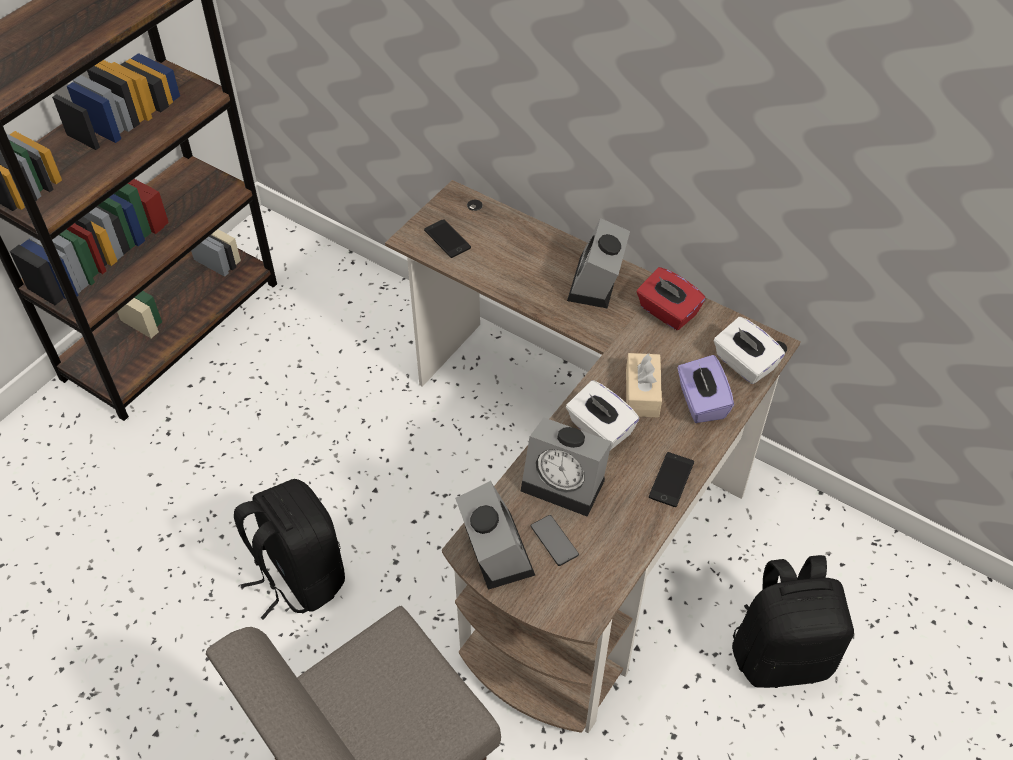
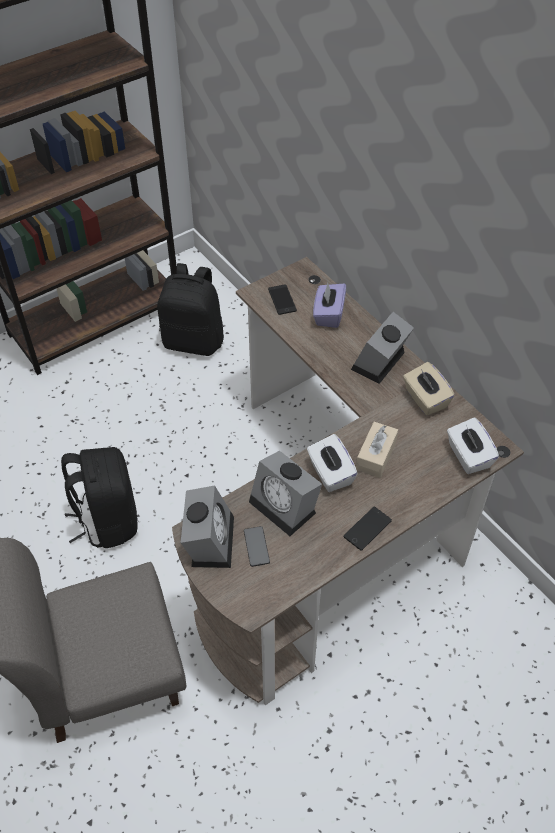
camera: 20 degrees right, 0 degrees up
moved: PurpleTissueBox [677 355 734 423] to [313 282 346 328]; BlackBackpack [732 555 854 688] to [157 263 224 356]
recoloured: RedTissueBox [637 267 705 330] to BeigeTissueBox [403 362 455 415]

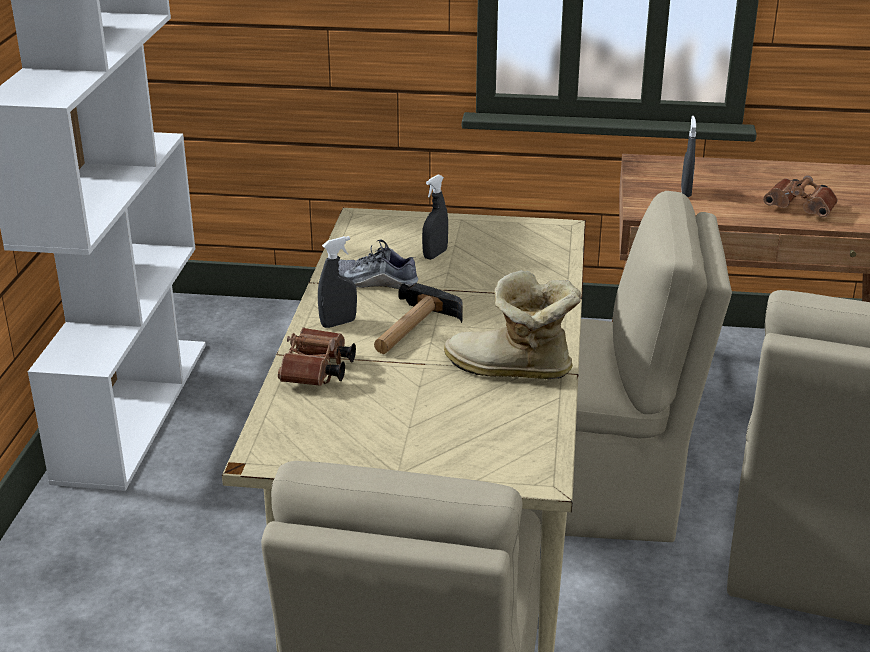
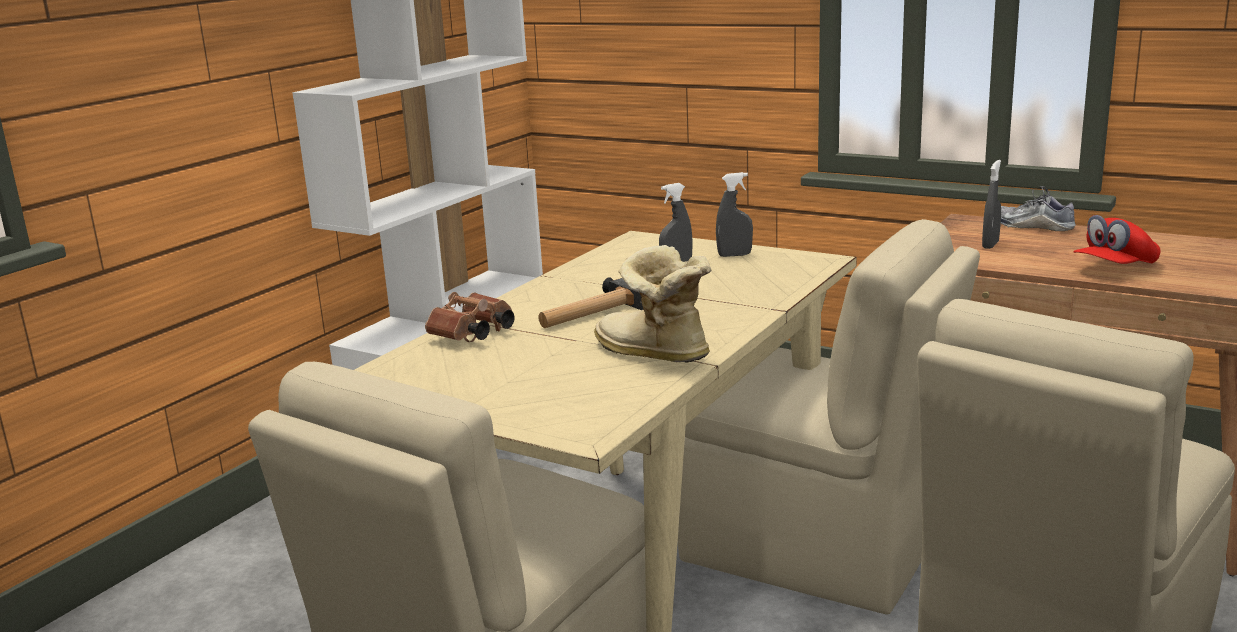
camera: 25 degrees right, 10 degrees down
moved: GreySprayBottle [318 236 357 328] to [716 172 753 257]; Shoe [338 239 418 289] to [1001 186 1078 231]
replaced: BrownBinoculars [763 175 837 217] to RedCap [1073 215 1160 264]

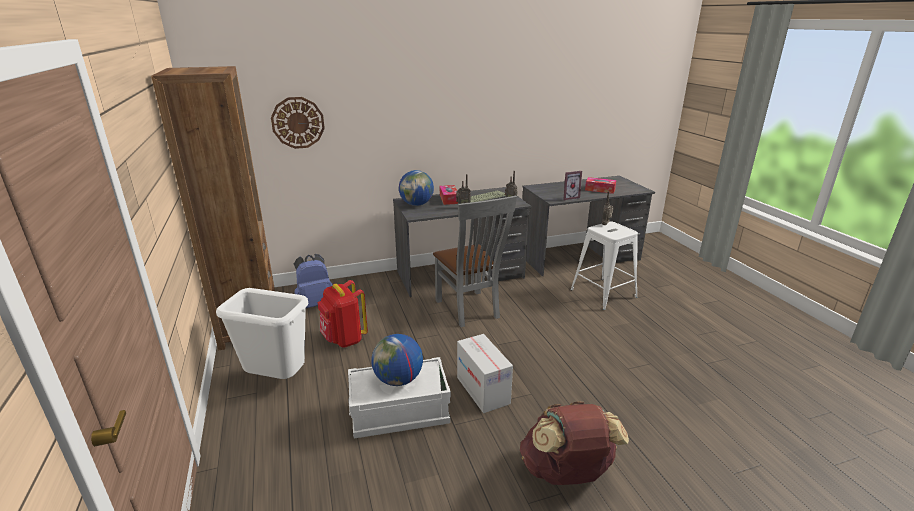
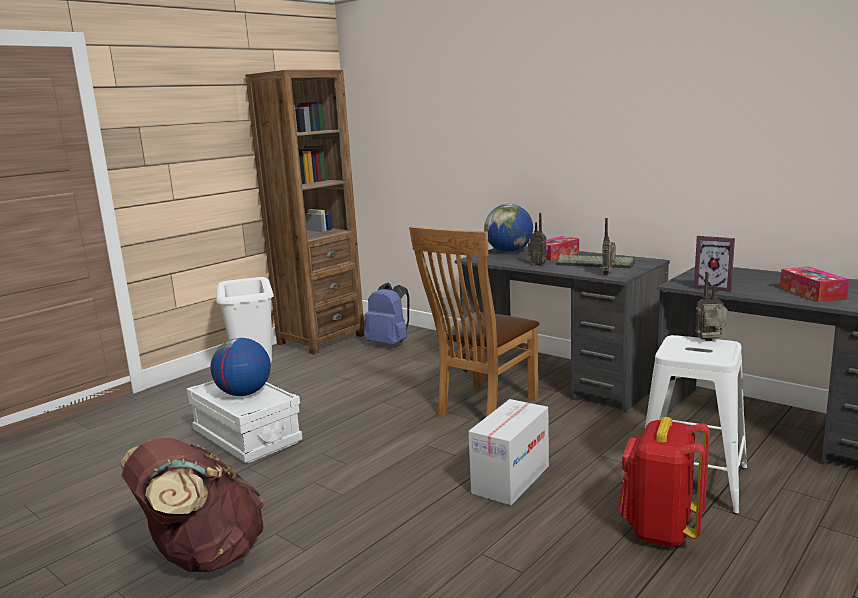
camera: 60 degrees right, 10 degrees down
removed: WallClock [271 97 325 149]
moved: RedBackpack [318 280 368 348] to [618 417 710 547]; CardboardBox [457 334 513 413] to [468 399 549 505]
recoloured: GreyChair [433 196 517 327] to BrownChair [409 227 540 417]

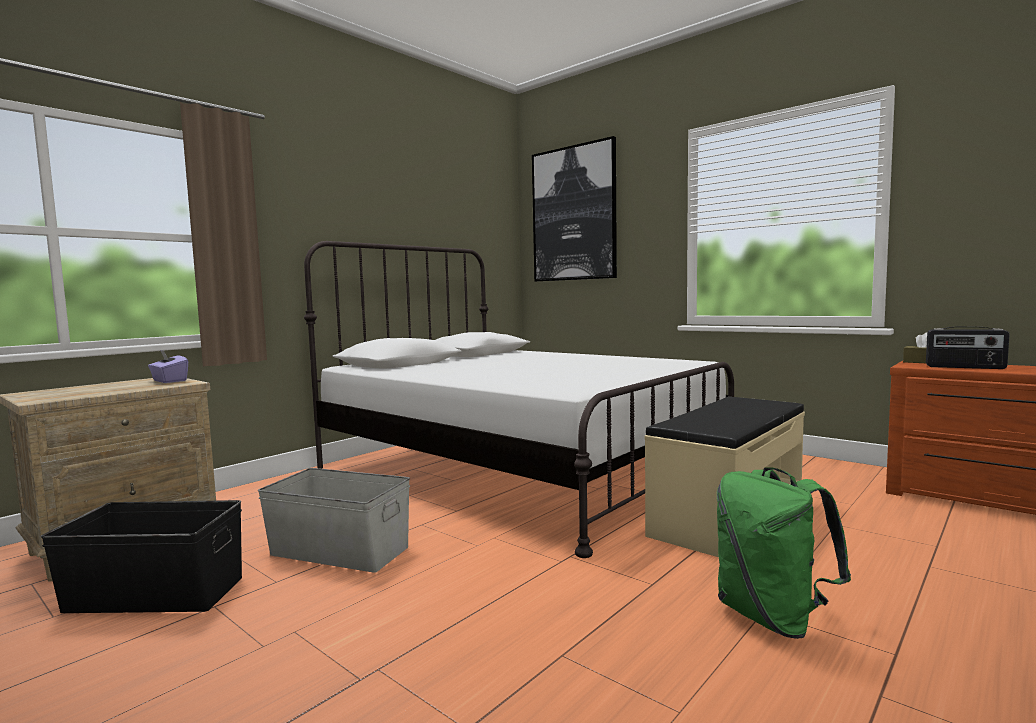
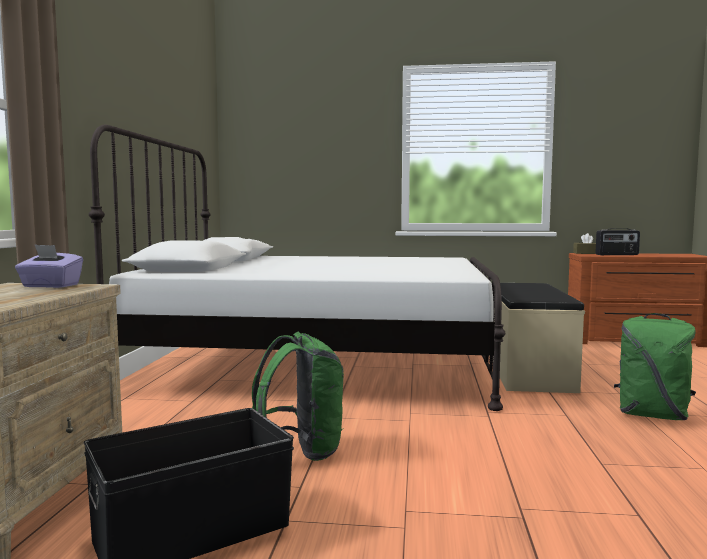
camera: 35 degrees left, 0 degrees up
removed: Picture [532 136 617 282]
replaced: GreyStorageBox [258 468 410 573] to GreenBackpack [252 332 344 461]

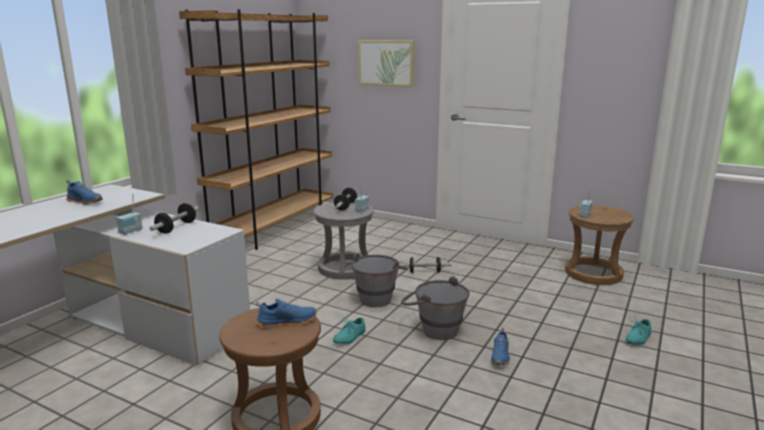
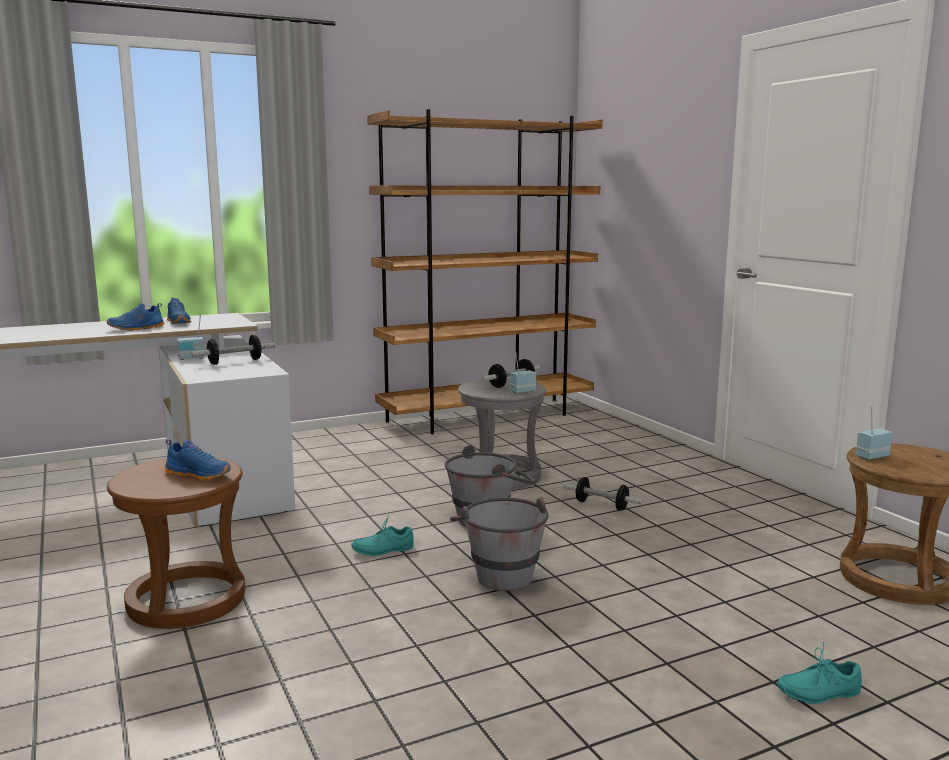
camera: 35 degrees right, 5 degrees down
removed: Picture [358 40 415 87]
moved: BlueShoe [491 328 510 366] to [107 303 164 331]

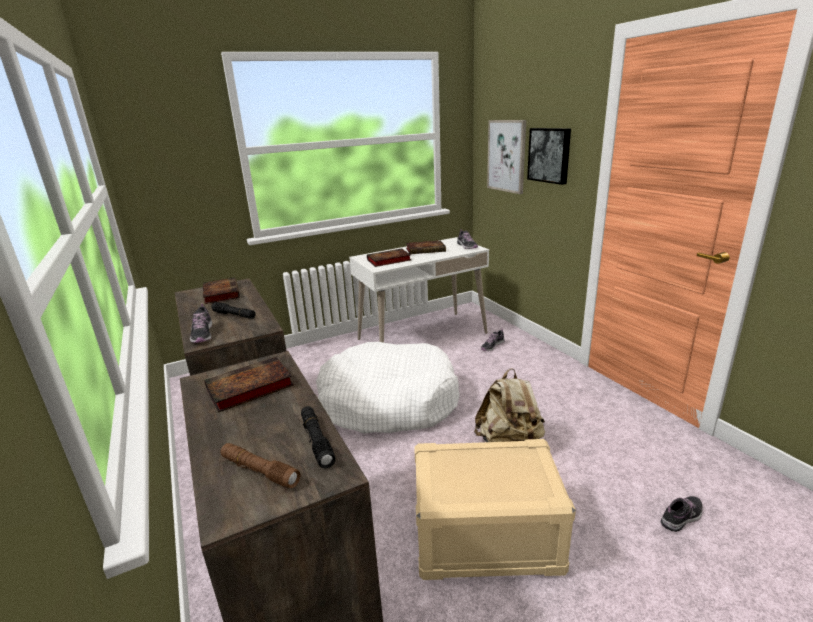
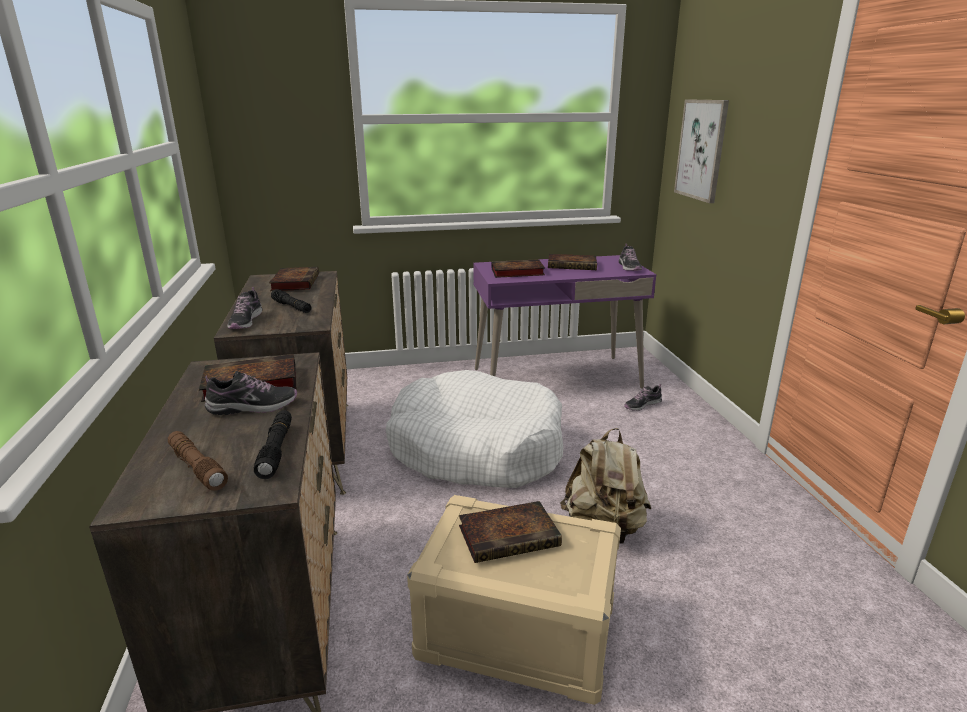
camera: 15 degrees right, 0 degrees up
removed: Picture [527 128 571 185]
added: Book [459 501 562 563]
moved: Shoe [661 496 703 532] to [205 371 297 415]
recoloured: WhiteDesk [349 237 489 343] to PurpleDesk [473 255 657 389]

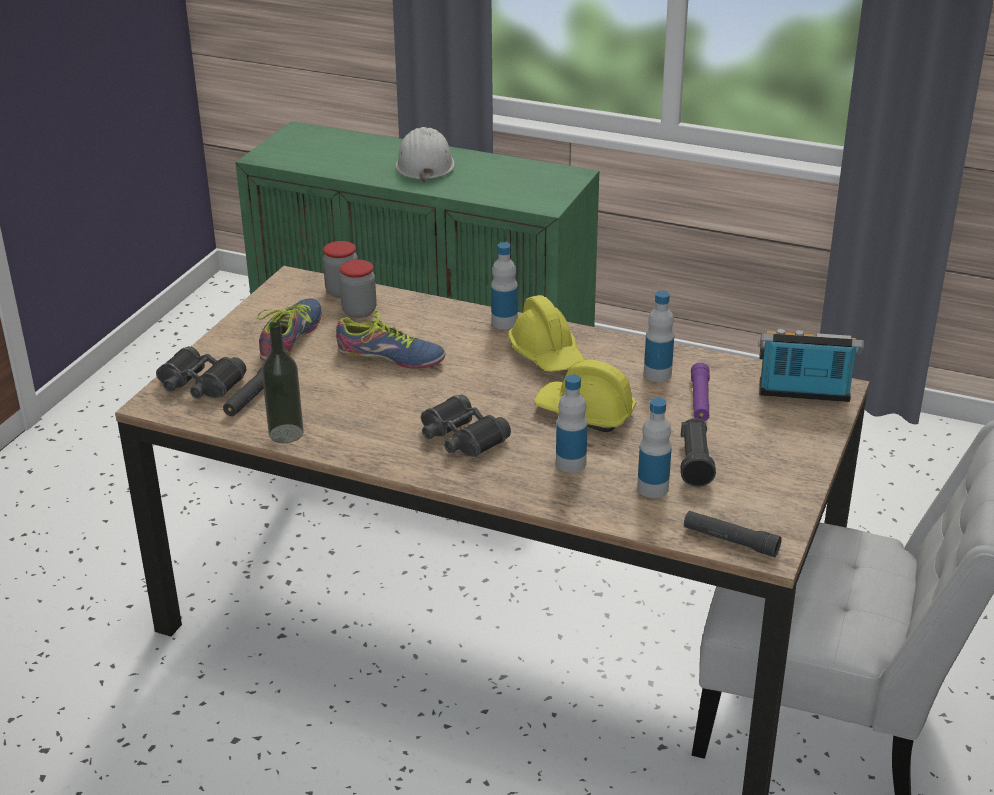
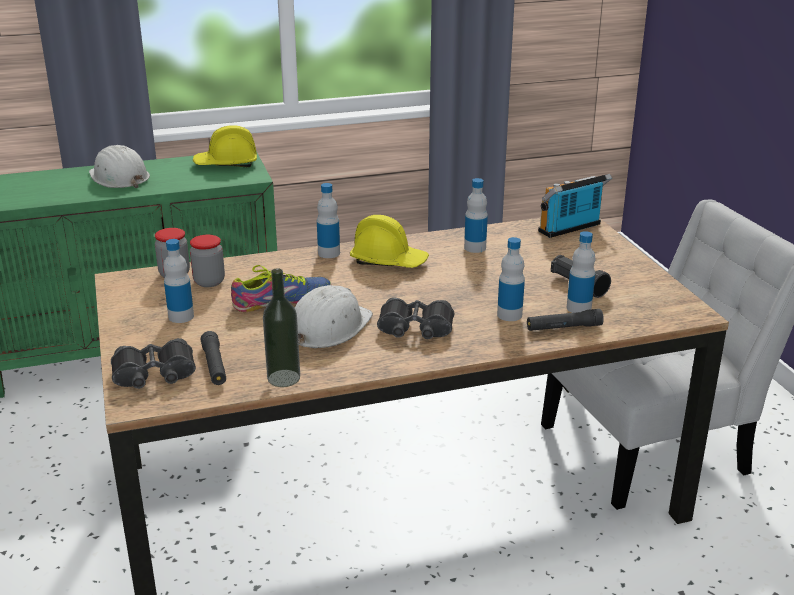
camera: 40 degrees left, 5 degrees down
removed: PurpleFlashlight [691 362 710 421]
added: WhiteHardHat [295 285 373 348]
moved: YellowHardHat [534 360 636 432] to [193 125 257 167]; BlackFlashlight [684 511 782 557] to [527 309 604 331]
replaced: Shoe [258 298 322 361] to Bottle [163 239 194 323]

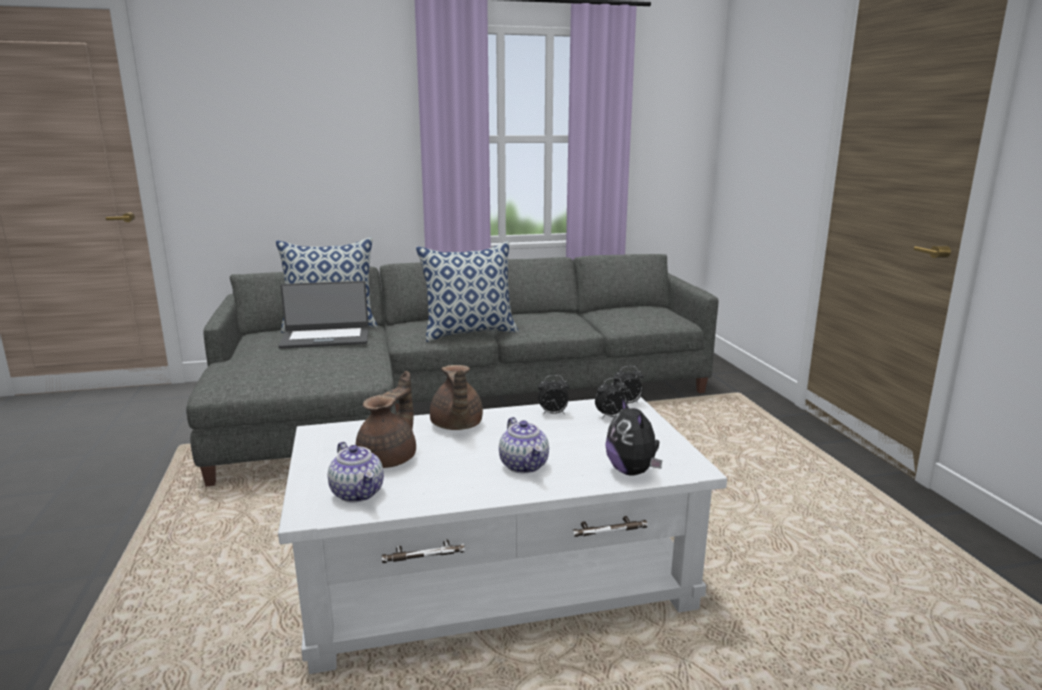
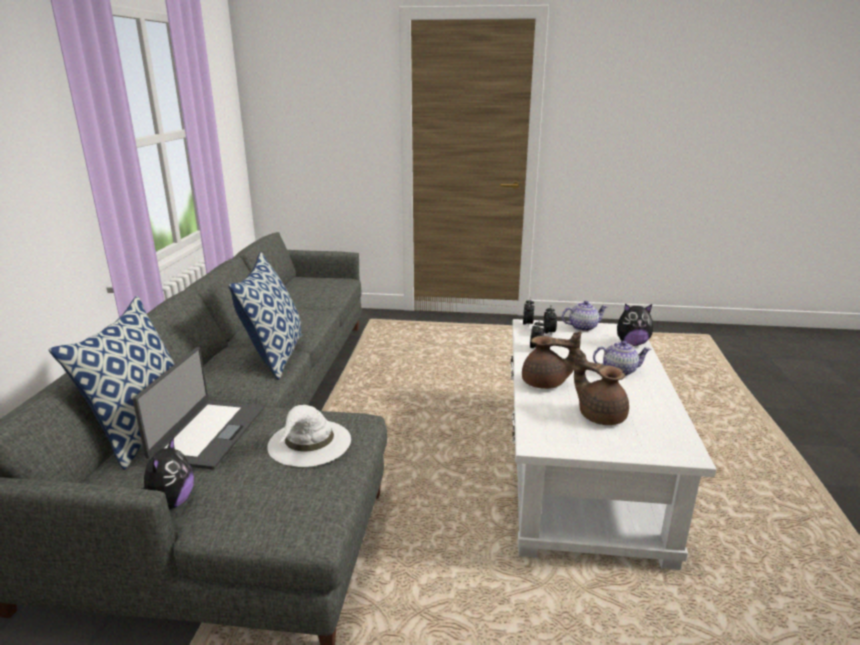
camera: 70 degrees left, 5 degrees up
added: WhiteHat [267 405 351 467]; PlushToy [141 436 194 509]
moved: Teapot [328 442 384 503] to [562 301 608 331]

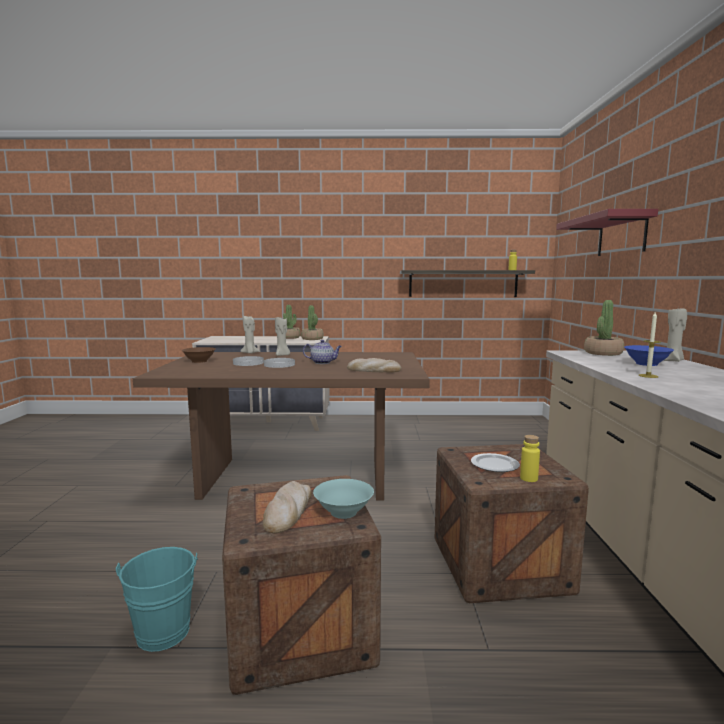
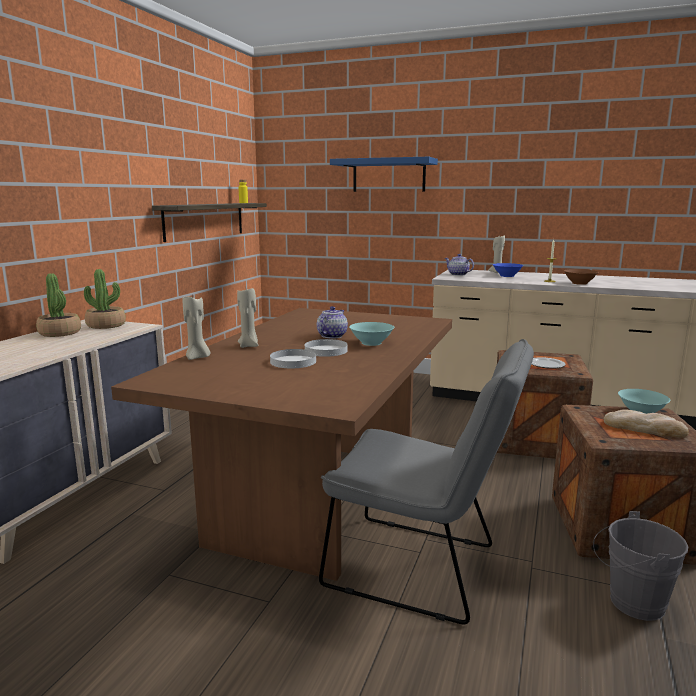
camera: 70 degrees left, 5 degrees up
removed: Bread [347 358 401 373]; YellowBottle [520 435 540 482]
added: TurquoiseBowl [349 322 394 346]; GreyChair [319 339 534 625]
moved: BrownBowl [181 347 216 363] to [564 269 599 285]
replaced: PottedPlant [584 300 624 356] to Teapot [445 254 474 276]
recoloured: RedShelf [556 209 658 256] to BlueShelf [330 157 438 192]; TurquoiseBucket [116 547 198 652] to GreyBucket [593 511 689 621]

